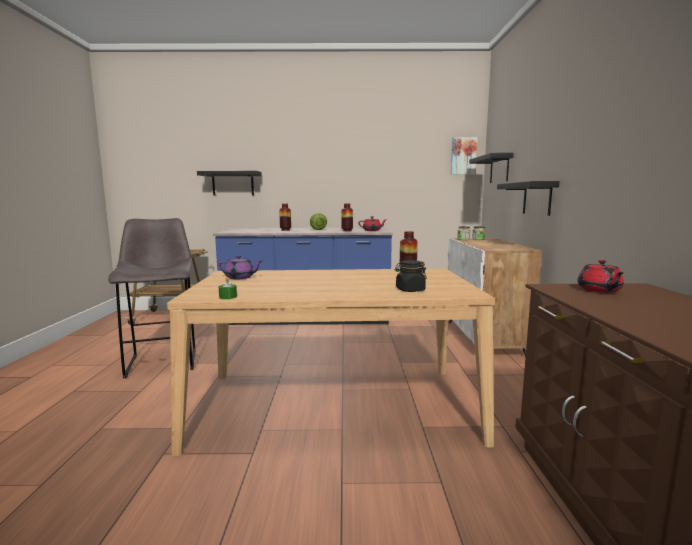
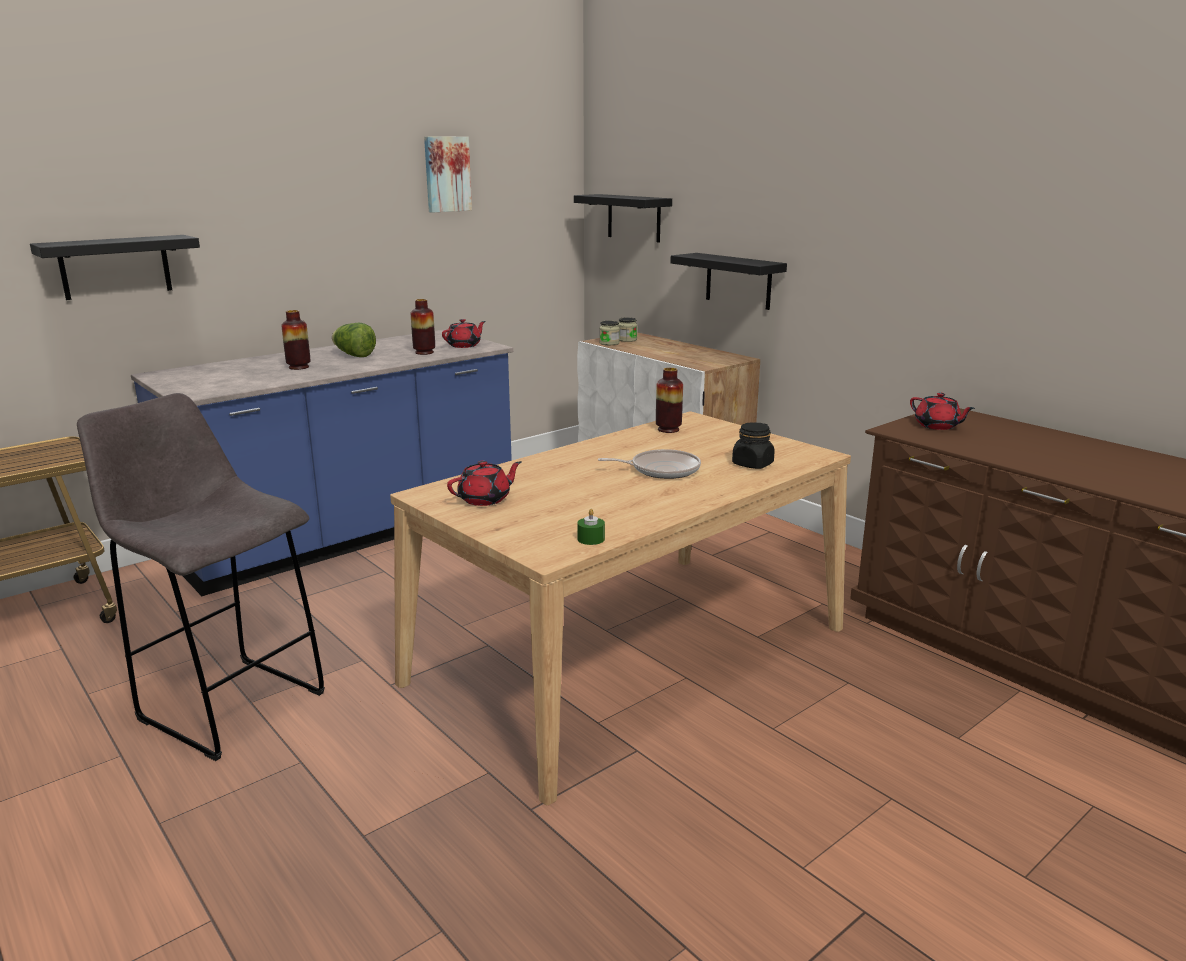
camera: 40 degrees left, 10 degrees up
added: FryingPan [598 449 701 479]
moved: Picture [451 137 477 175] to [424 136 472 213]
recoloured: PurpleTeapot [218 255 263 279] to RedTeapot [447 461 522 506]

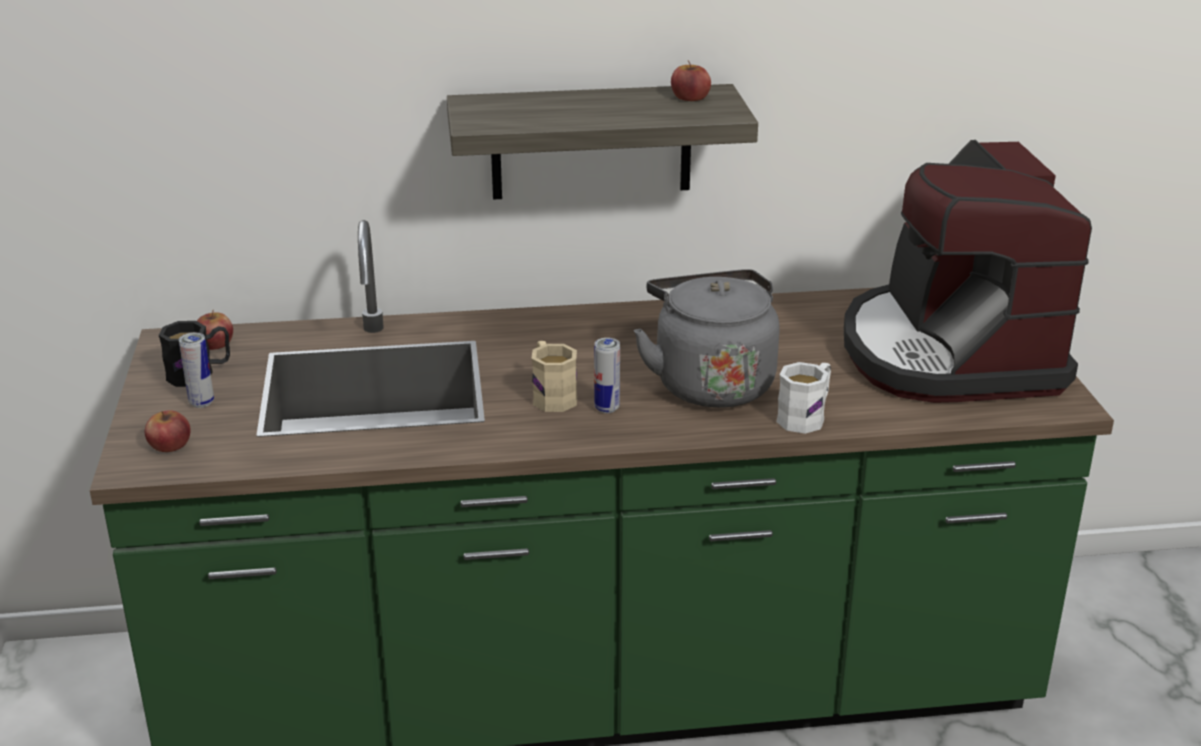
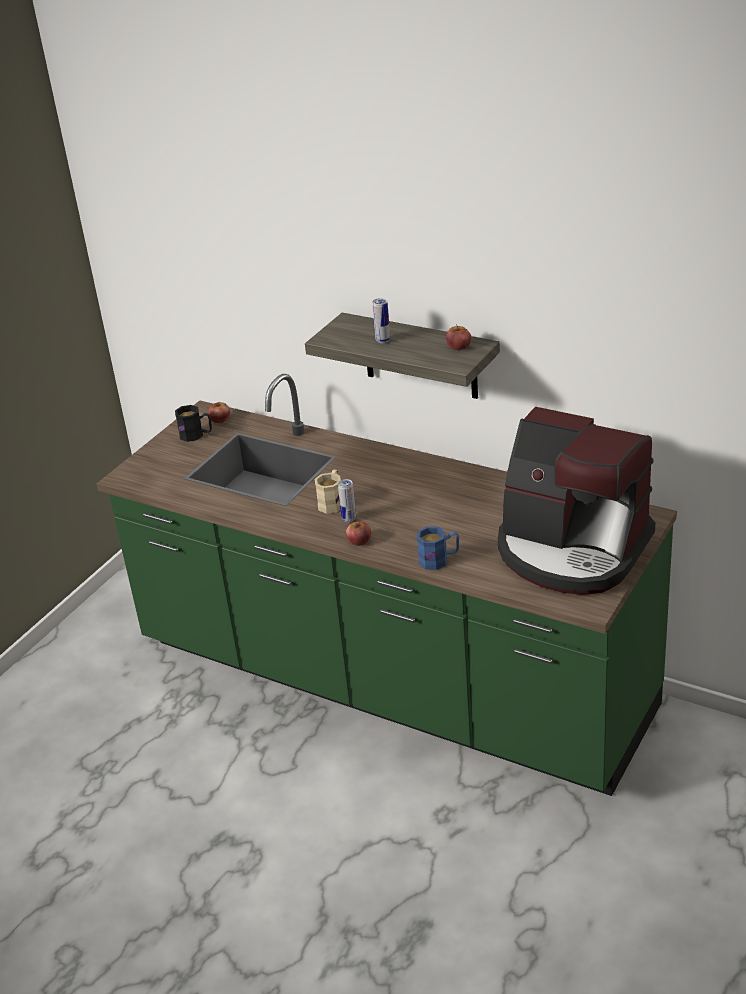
camera: 40 degrees right, 5 degrees up
removed: GreyKettle [634 269 780 408]
moved: Can [179 333 214 408] to [372 298 390 343]; Apple [145 410 191 452] to [346 521 371 546]
recoloured: WhiteMug [776 362 831 434] to BlueMug [417 526 459 570]
turned: CoffeeMachine [844 140 1092 403] = [498 407 655 595] 90 degrees counterclockwise

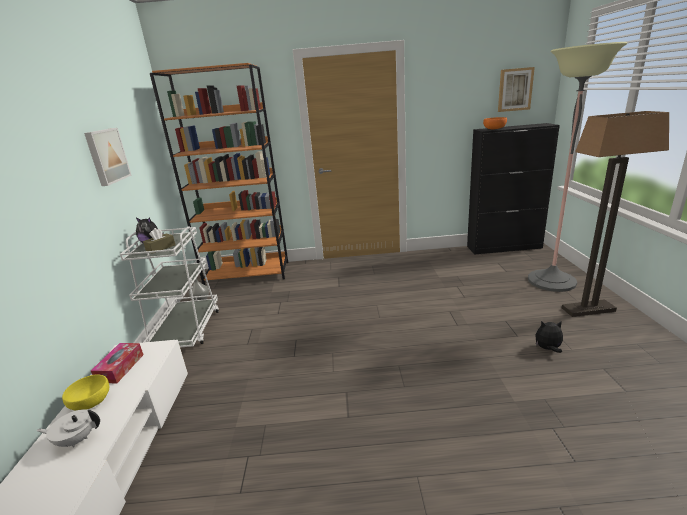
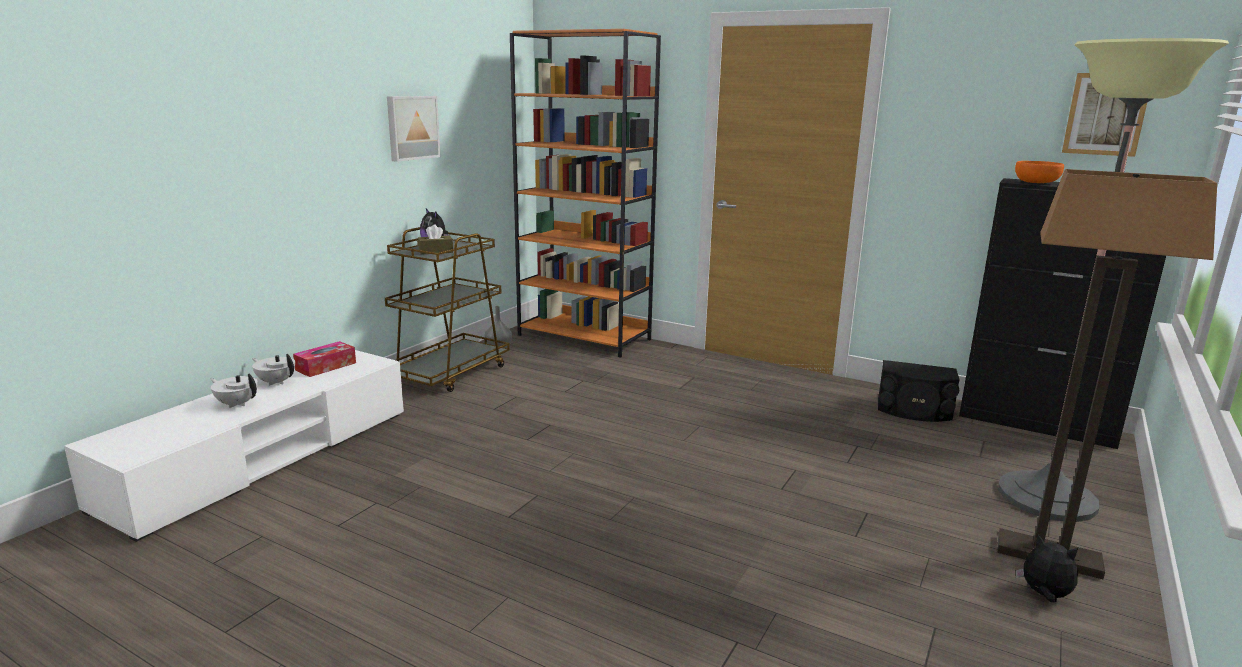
camera: 30 degrees right, 5 degrees down
added: BlackSpeaker [878 360 960 422]
moved: PlushToy [535 321 563 353] to [1016 535 1078 602]
replaced: YellowBowl [62 374 109 410] to WhiteTeapot [252 354 295 386]
recoloured: WhiteCart [120 226 219 348] to BrownCart [385 227 510 392]

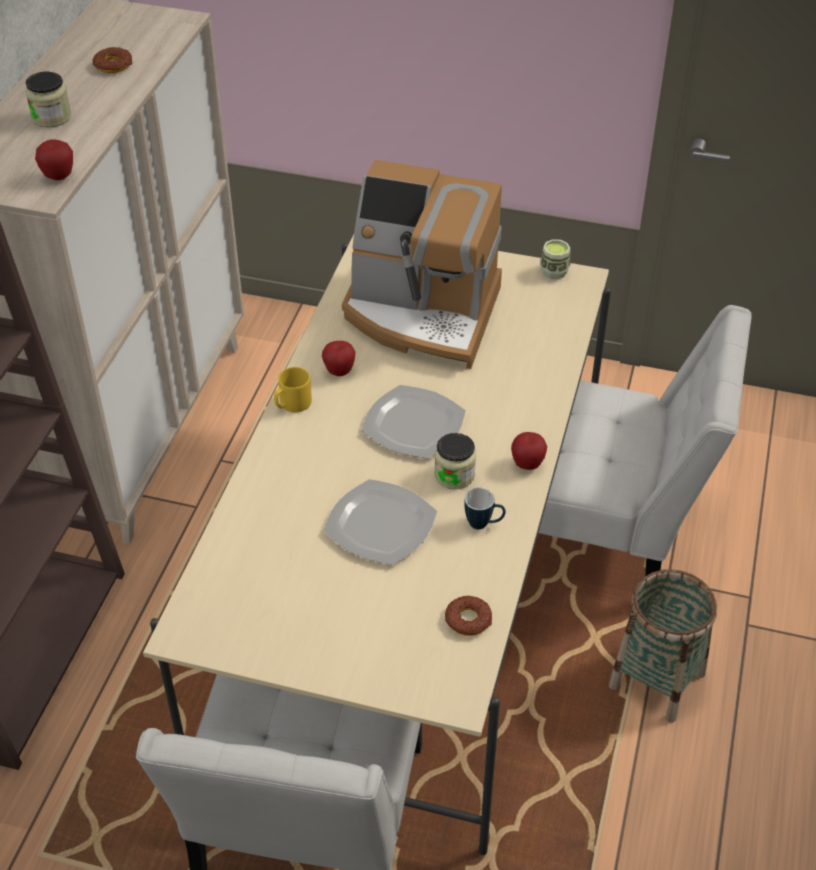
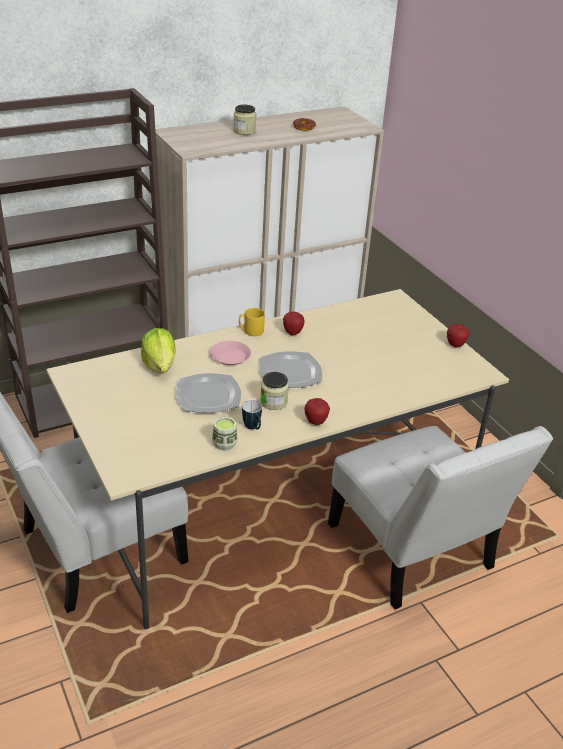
camera: 45 degrees right, 10 degrees down
removed: CoffeeMachine [342 160 502 369]; Basket [609 569 717 723]; Donut [445 596 492 636]
added: Lettuce [141 328 176 373]; PinkPlate [210 341 251 365]
moved: Apple [35 139 73 180] to [447 324 469 348]; Cup [540 239 571 279] to [212 417 237 451]

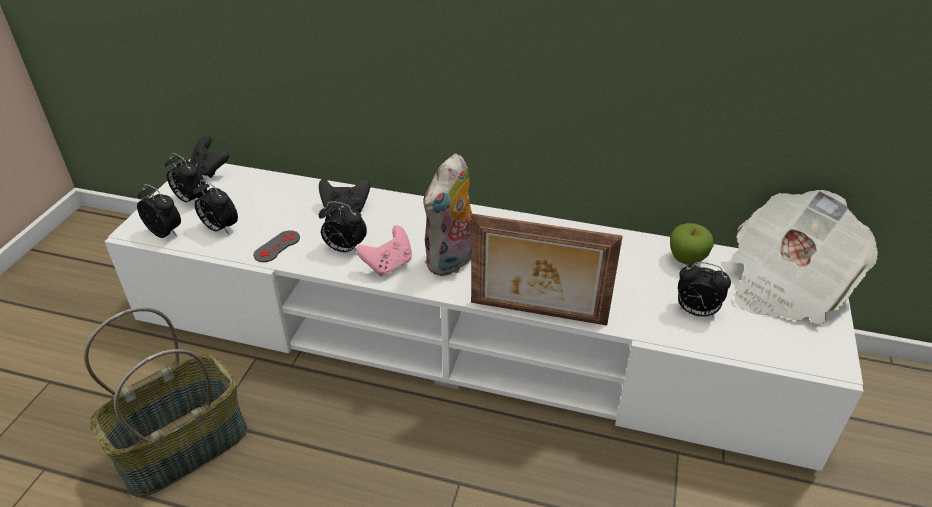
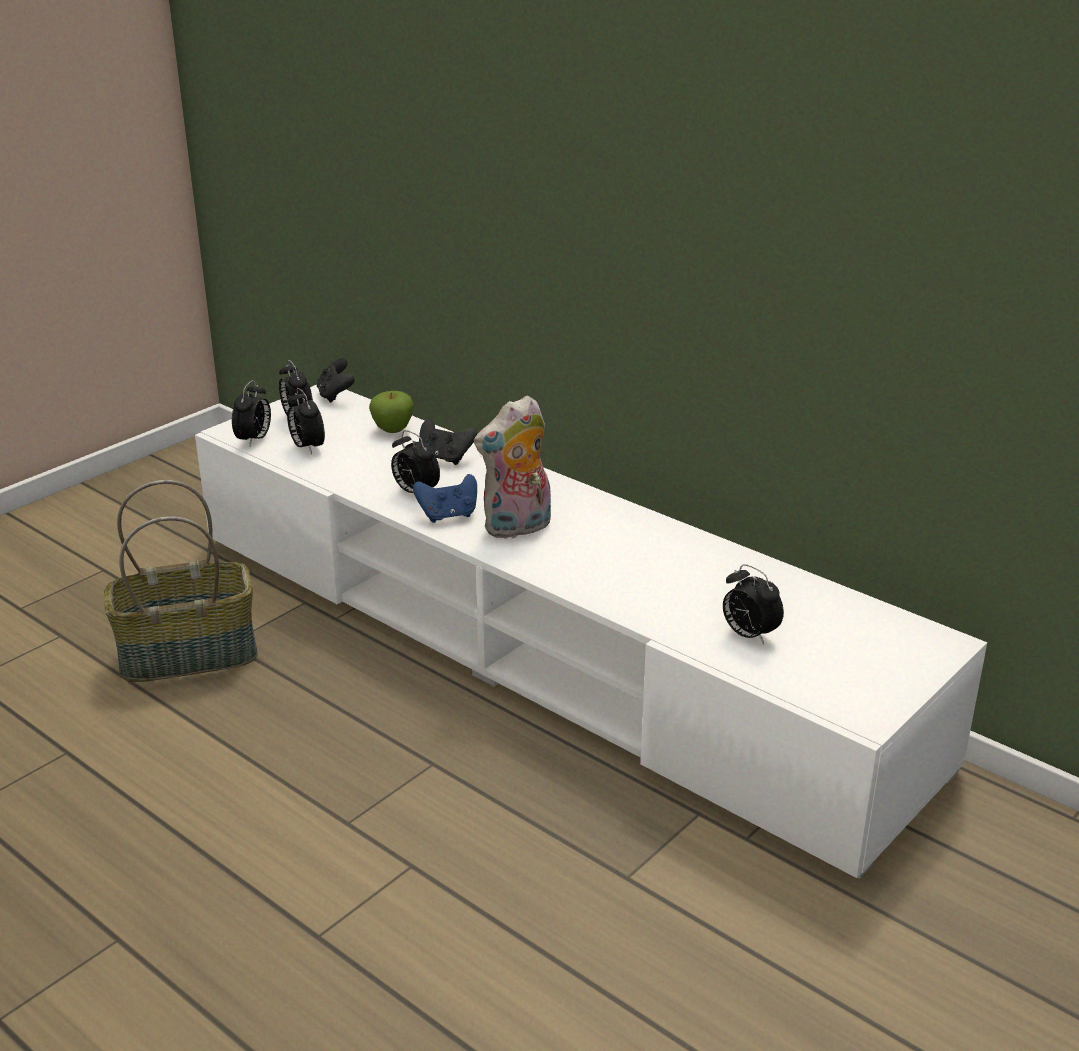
camera: 25 degrees right, 10 degrees down
removed: Newspaper [732 190 878 324]; PictureFrame [471 214 622 325]; GreyGameController [253 230 300 262]
moved: Apple [670 223 714 265] to [369 391 414 433]
recoloured: PinkGameController [356 225 412 276] to BlueGameController [413 474 477 523]
turned: AlarmClock [137 184 181 238] = [232 380 271 446] 45 degrees clockwise

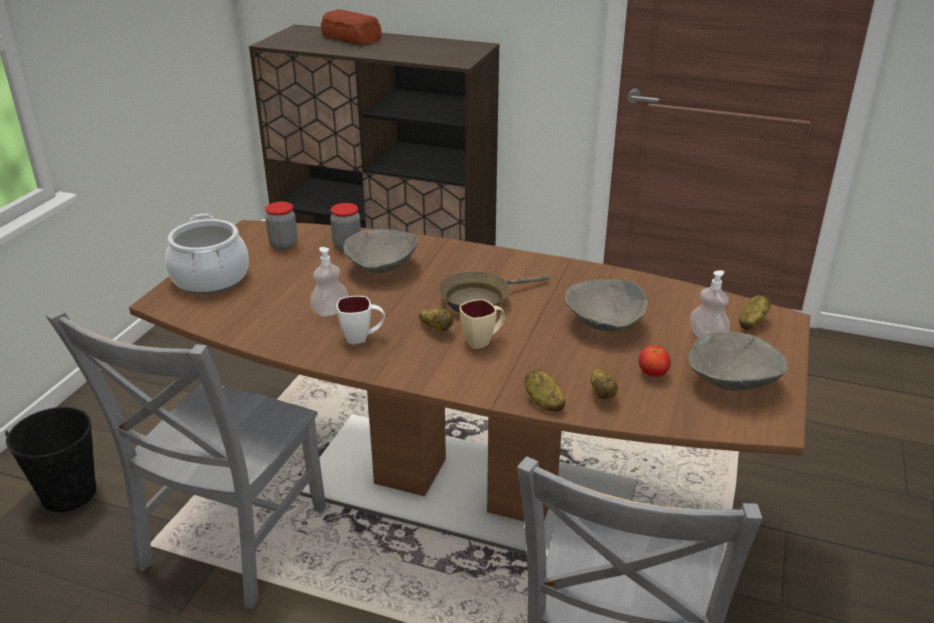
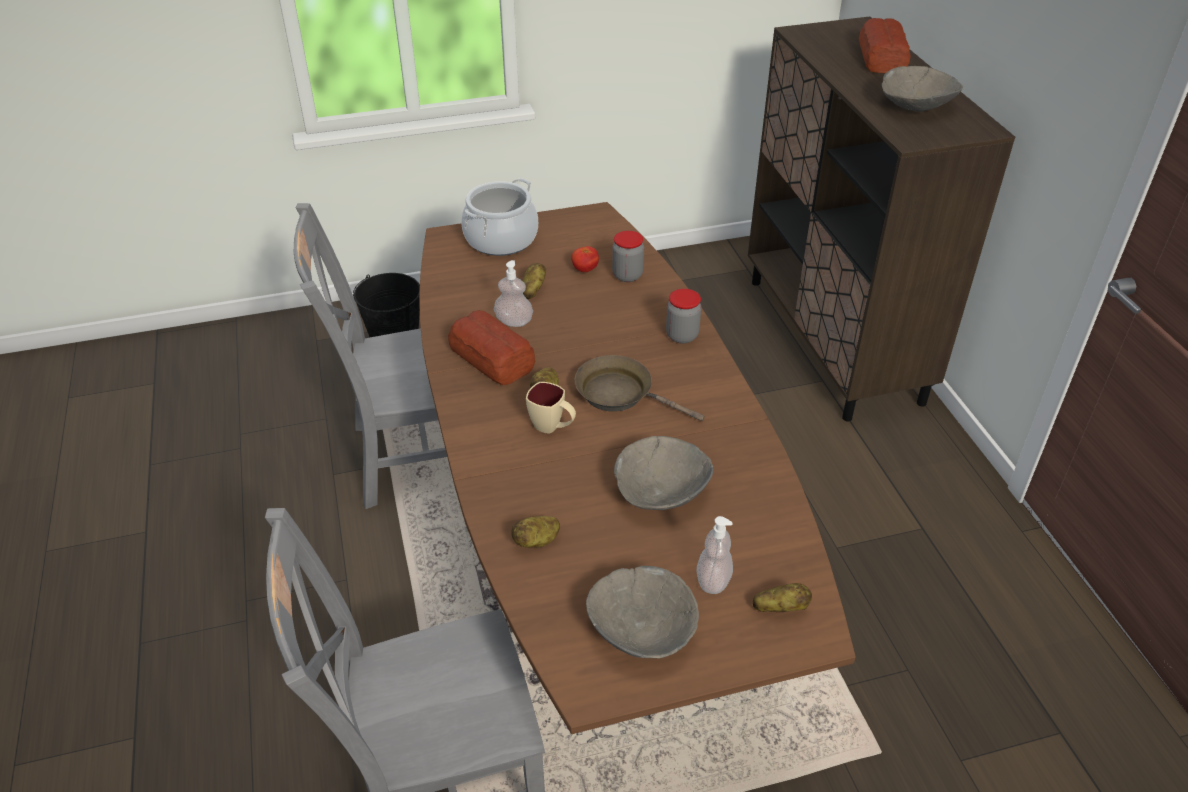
camera: 55 degrees right, 10 degrees up
moved: Jar [265 202 298 250] to [666 289 701 343]; GreyBowl [343 229 418 273] to [882 66 963 112]; Tomato [639 345 671 377] to [571 246 599 272]; Potato [525 369 565 412] to [523 263 546 299]
replaced: WhiteMug [336 296 385 344] to Bread [448 310 535 385]

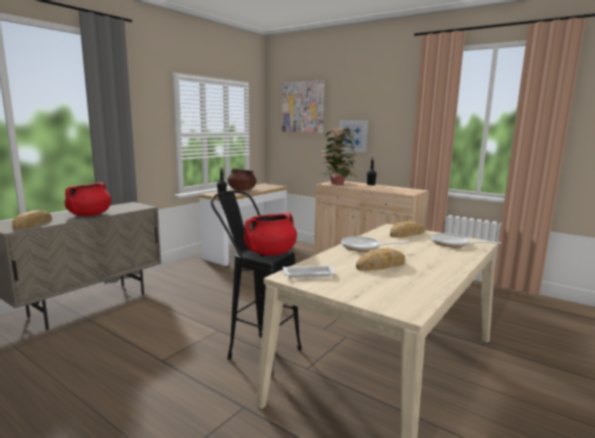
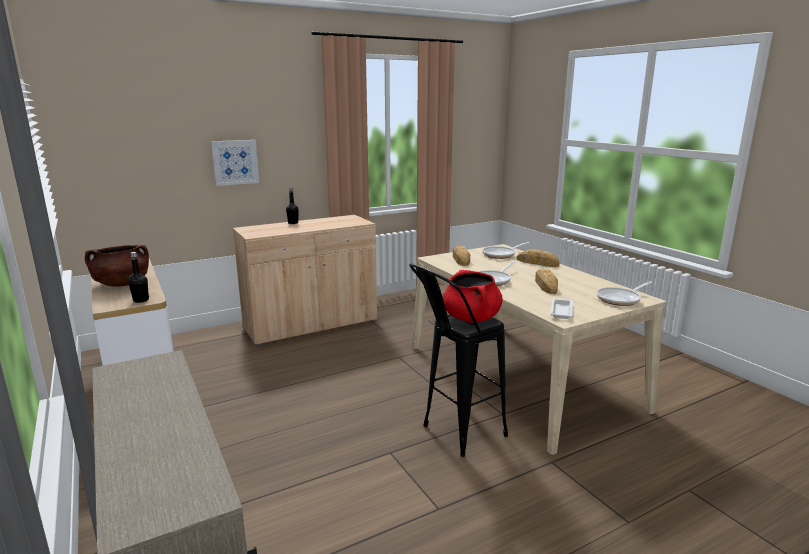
camera: 65 degrees left, 5 degrees up
removed: Picture [282 81 325 133]; PottedPlant [320 128 358 184]; RedCookingPot [64 182 111 216]
added: FryingPan [597 281 653 306]
moved: Bread [12 210 52 230] to [516 249 560 267]

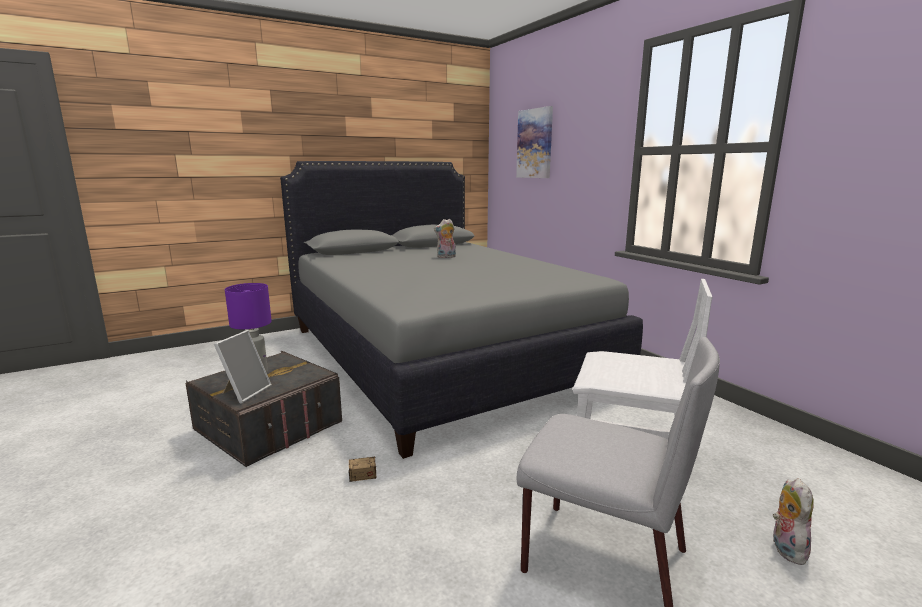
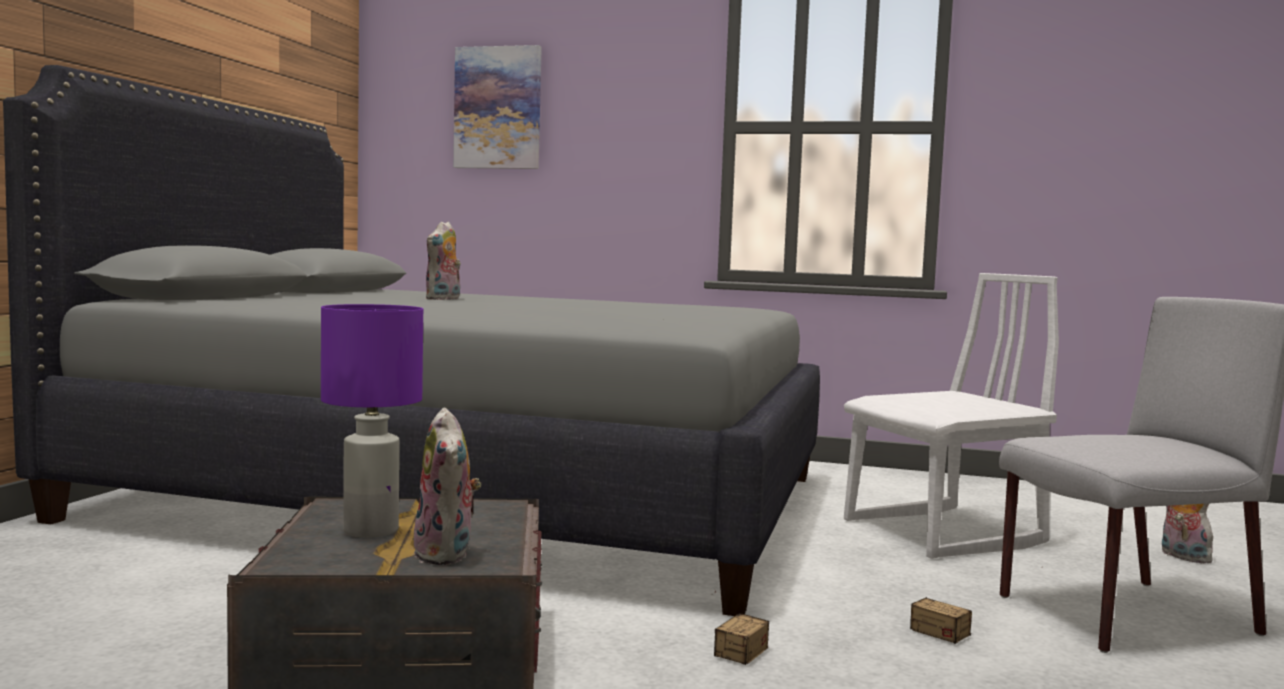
camera: 45 degrees left, 10 degrees down
added: StorageBox [910 567 1043 644]
replaced: PictureFrame [214 330 272 403] to PlushToy [413 408 481 565]

